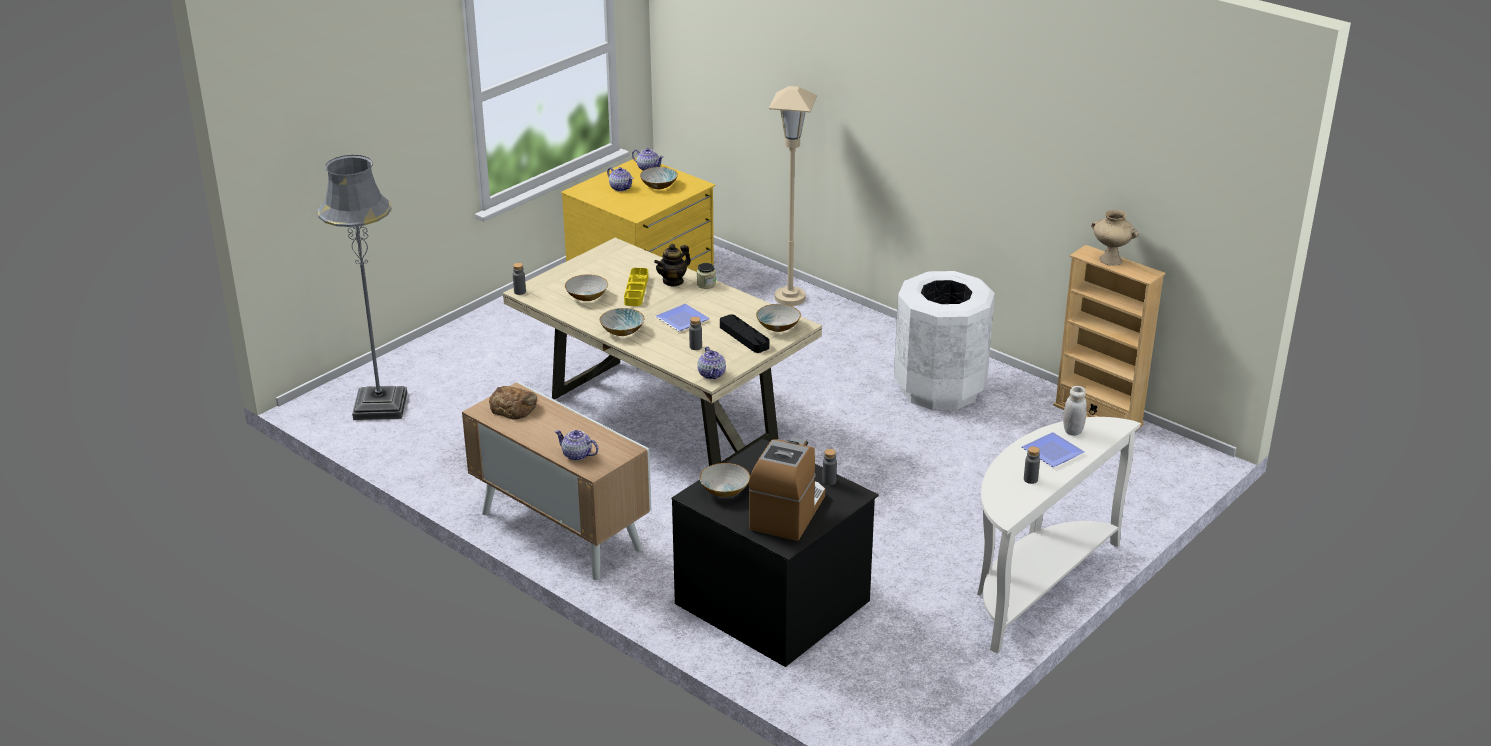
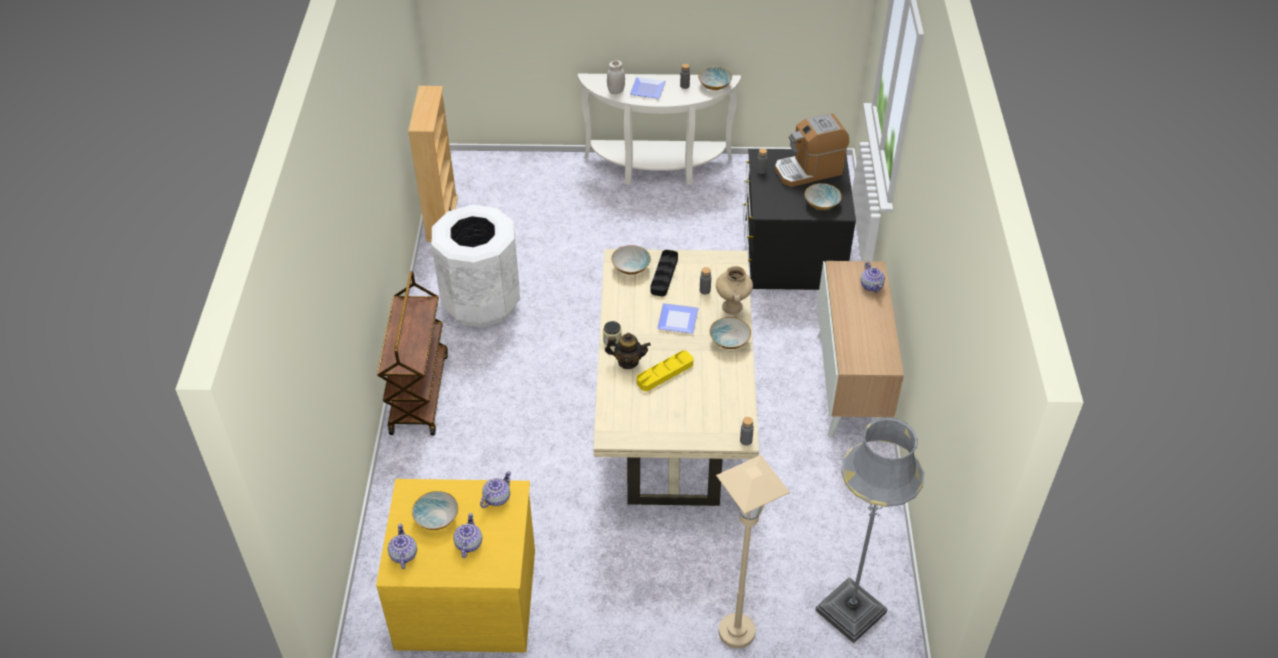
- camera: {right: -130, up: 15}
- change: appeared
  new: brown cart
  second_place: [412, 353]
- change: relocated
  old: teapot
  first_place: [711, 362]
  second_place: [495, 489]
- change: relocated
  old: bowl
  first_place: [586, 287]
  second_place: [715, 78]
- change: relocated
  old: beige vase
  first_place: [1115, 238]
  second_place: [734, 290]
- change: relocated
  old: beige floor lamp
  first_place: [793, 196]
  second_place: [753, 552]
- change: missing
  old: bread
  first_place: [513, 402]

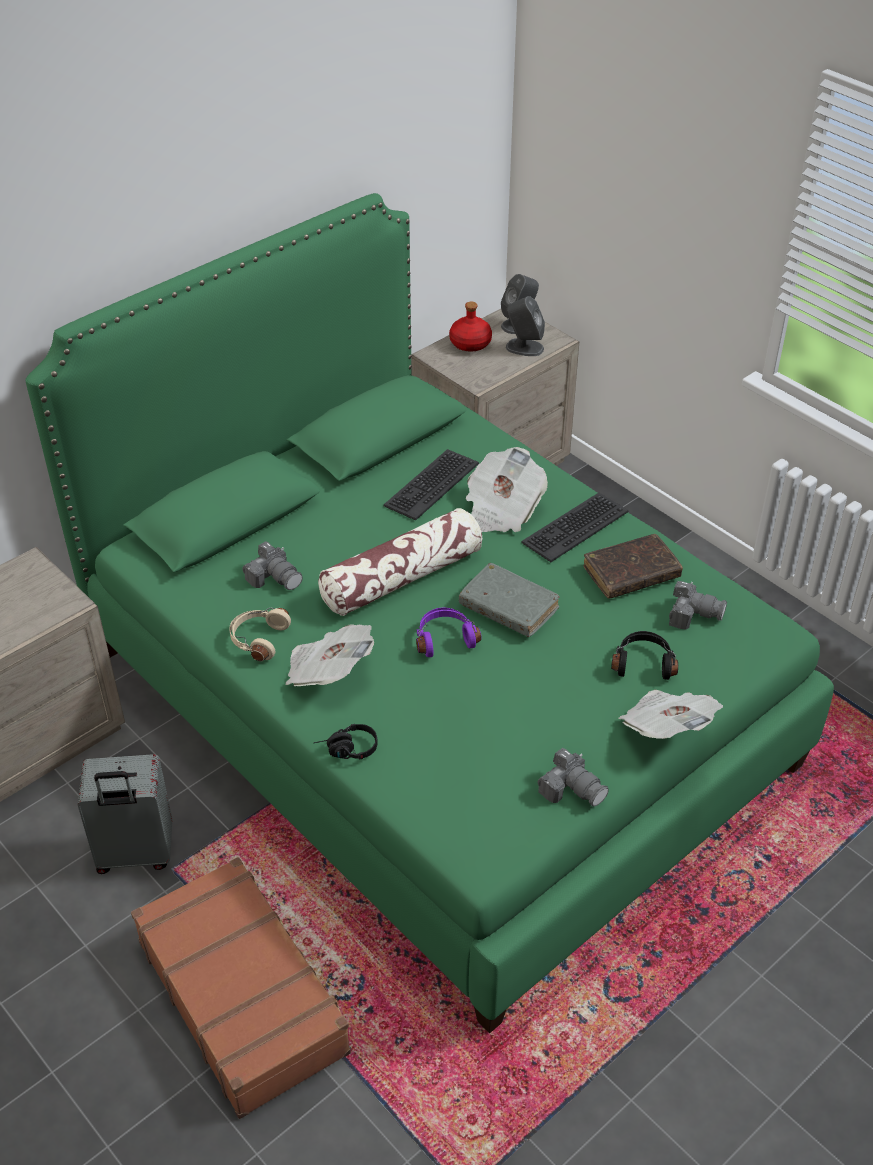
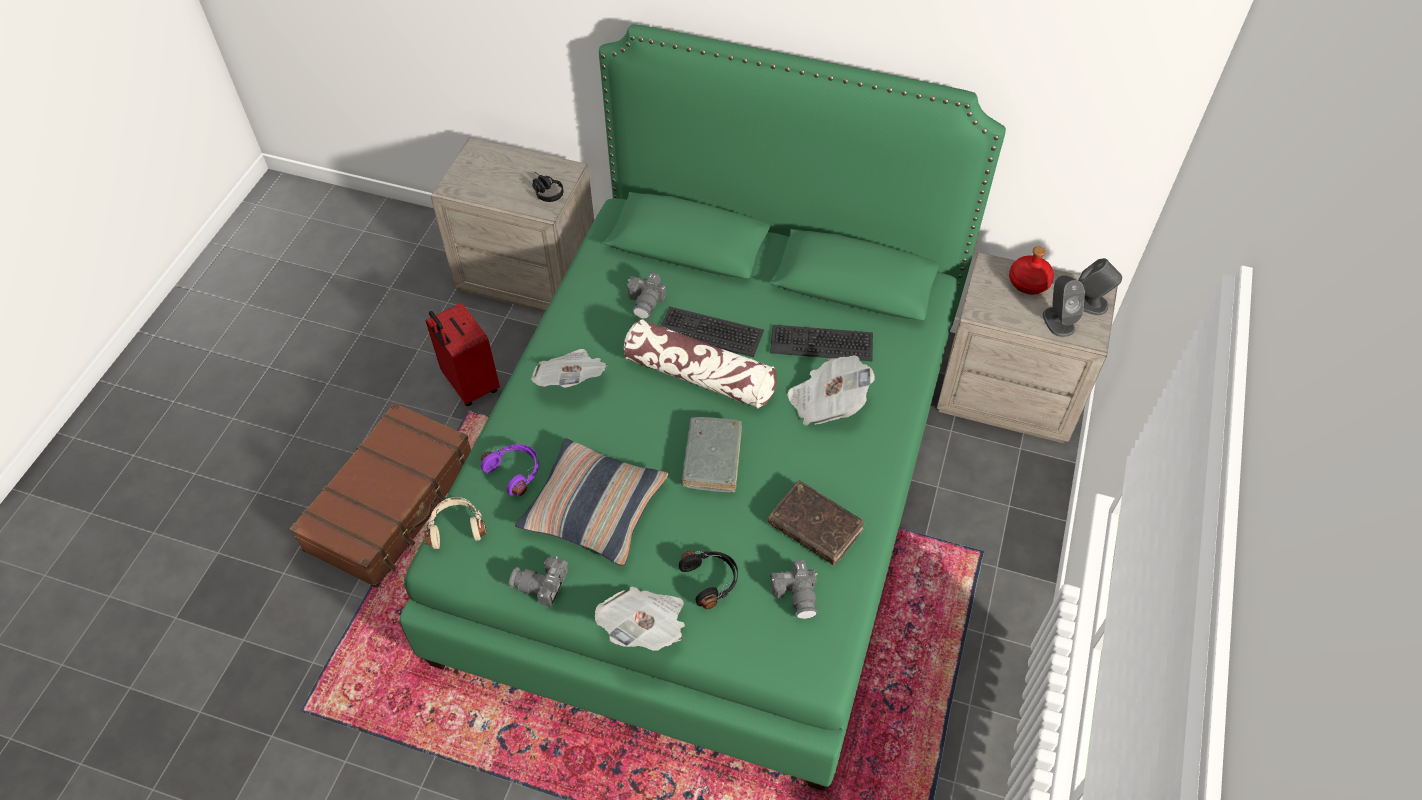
- camera: {right: 60, up: 10}
- change: relocated
  old: beige headphones
  first_place: [260, 634]
  second_place: [455, 523]
- change: colour
  old: grey suitcase
  new: red suitcase
  first_place: [125, 814]
  second_place: [462, 354]
- change: relocated
  old: purple headphones
  first_place: [448, 632]
  second_place: [510, 470]
- change: spun
  old: photo camera
  first_place: [573, 777]
  second_place: [538, 581]
  degrees: 90
- change: appeared
  new: pillow
  second_place: [591, 502]
- change: relocated
  old: black headphones
  first_place: [345, 741]
  second_place: [547, 187]
- change: relocated
  old: keyboard
  first_place: [575, 527]
  second_place: [712, 332]

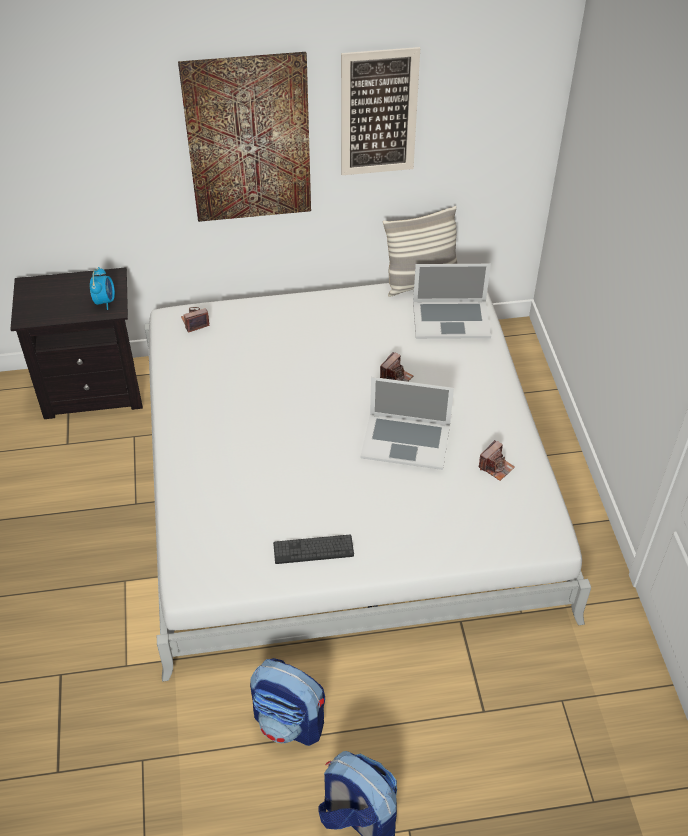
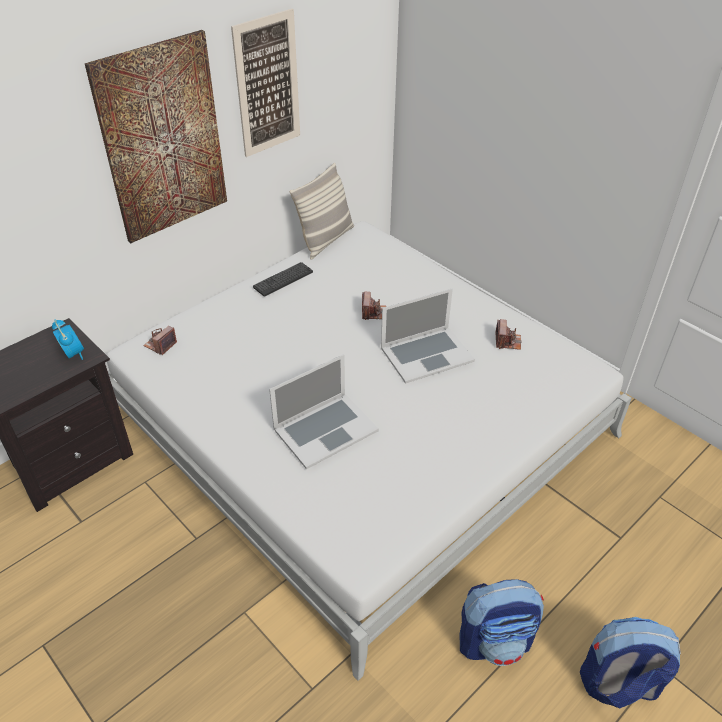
- camera: {right: -35, up: -5}
- change: relocated
  old: keyboard
  first_place: [313, 549]
  second_place: [283, 279]
- change: relocated
  old: laptop
  first_place: [452, 301]
  second_place: [324, 411]

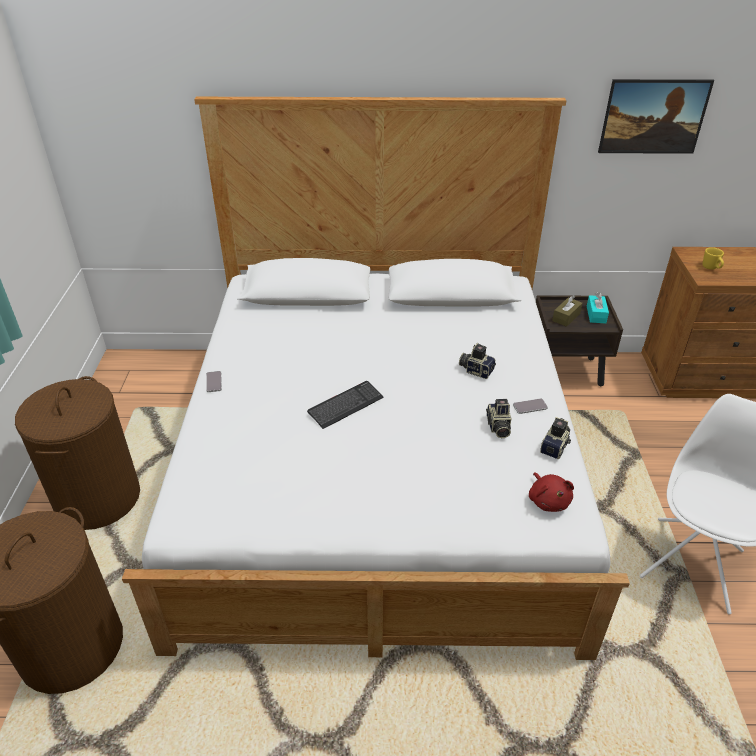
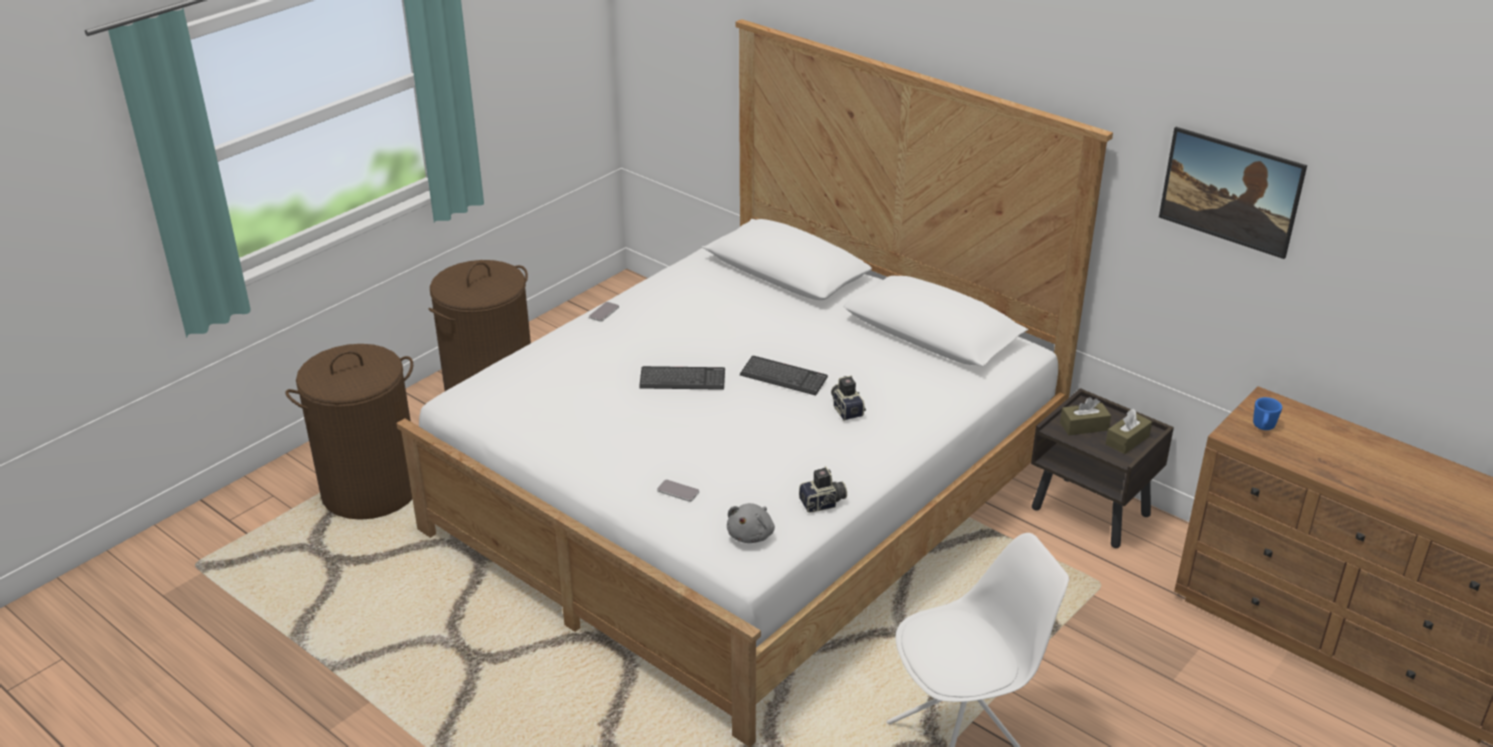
- camera: {right: 40, up: -5}
- change: relocated
  old: phone
  first_place: [530, 406]
  second_place: [678, 490]
- change: colour
  old: red plush toy
  new: grey plush toy
  first_place: [551, 492]
  second_place: [751, 523]
- change: appeared
  new: keyboard
  second_place: [784, 376]
- change: colour
  old: turquoise tissue box
  new: brown tissue box
  first_place: [598, 307]
  second_place: [1129, 431]
- change: colour
  old: yellow mug
  new: blue mug
  first_place: [713, 258]
  second_place: [1267, 413]
- change: missing
  old: photo camera
  first_place: [498, 418]

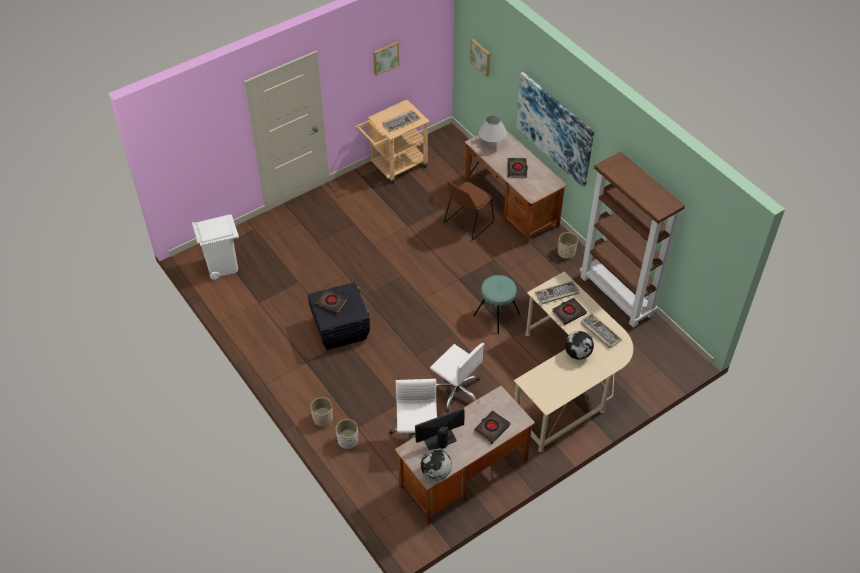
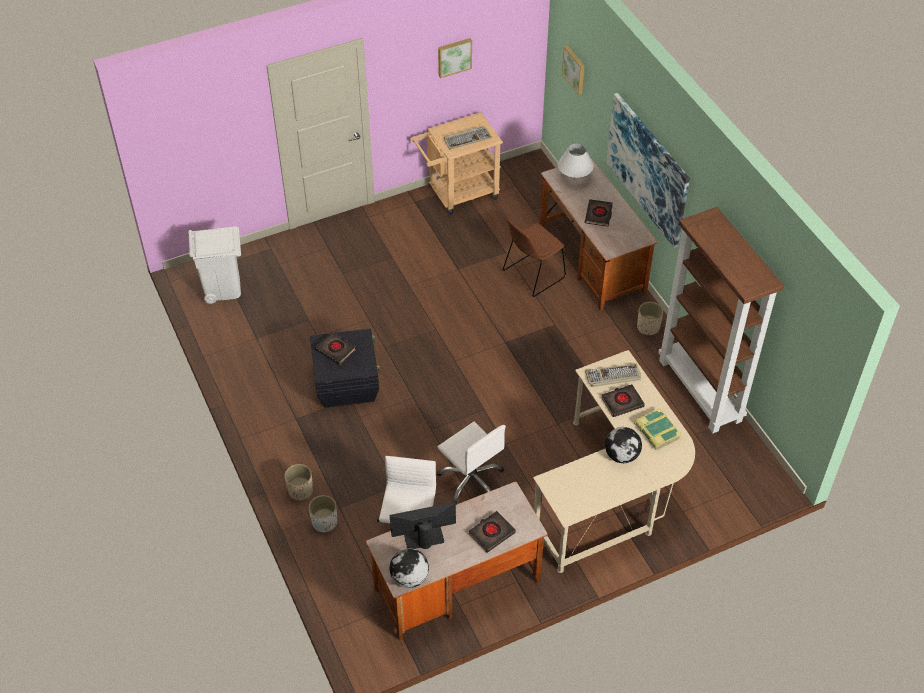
- camera: {right: 10, up: 0}
- change: exchanged
  old: keyboard
  new: book
  first_place: [601, 331]
  second_place: [658, 429]
- change: missing
  old: turquoise stool
  first_place: [497, 304]

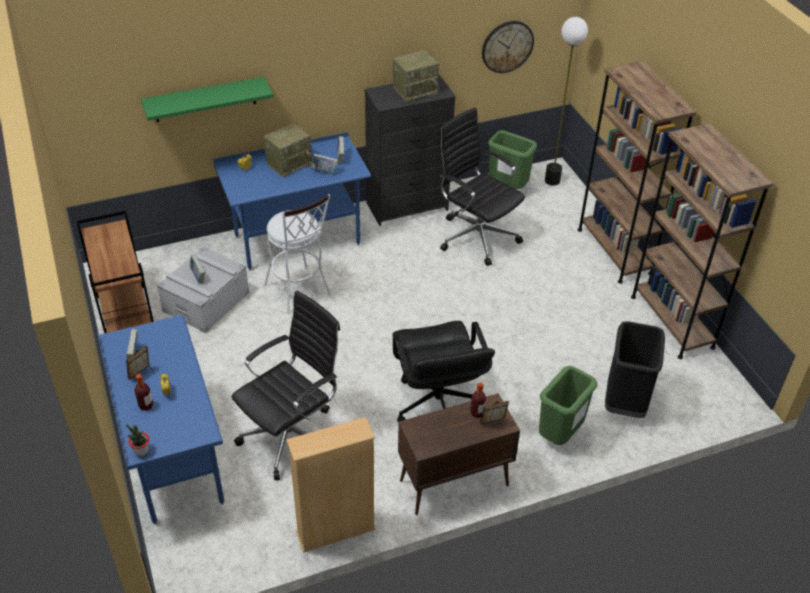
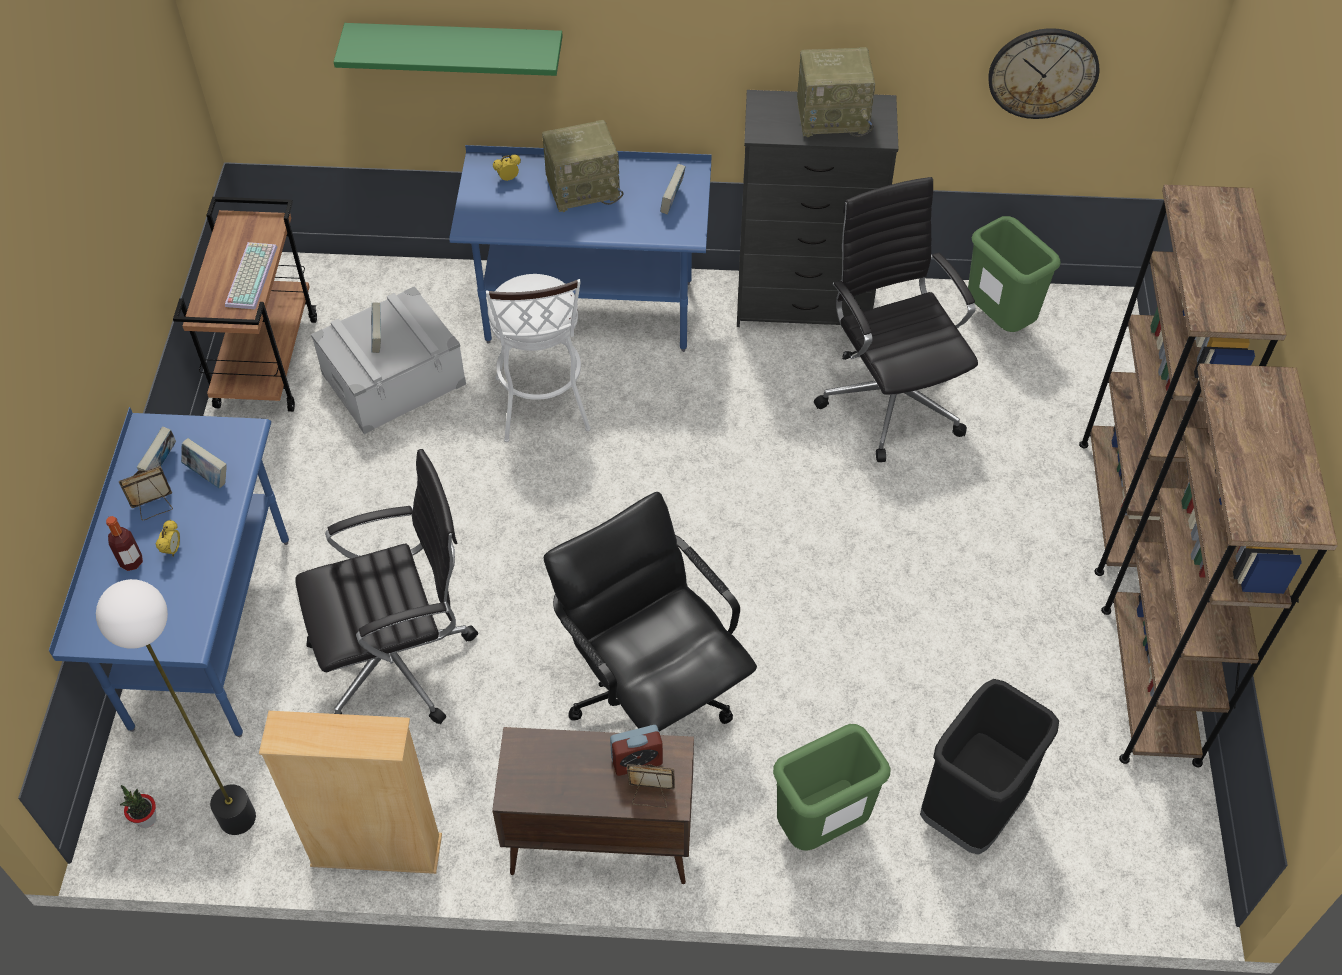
- camera: {right: 25, up: 10}
- change: relocated
  old: floor lamp
  first_place: [566, 101]
  second_place: [176, 707]
- change: relocated
  old: potted plant
  first_place: [137, 440]
  second_place: [138, 806]
- change: relocated
  old: book
  first_place: [324, 164]
  second_place: [204, 463]
- change: appeared
  new: keyboard
  second_place: [251, 275]
- change: spun
  old: black office chair
  first_place: [443, 371]
  second_place: [650, 612]
  degrees: 135
- change: exchanged
  old: bottle
  new: alarm clock
  first_place: [478, 400]
  second_place: [636, 750]

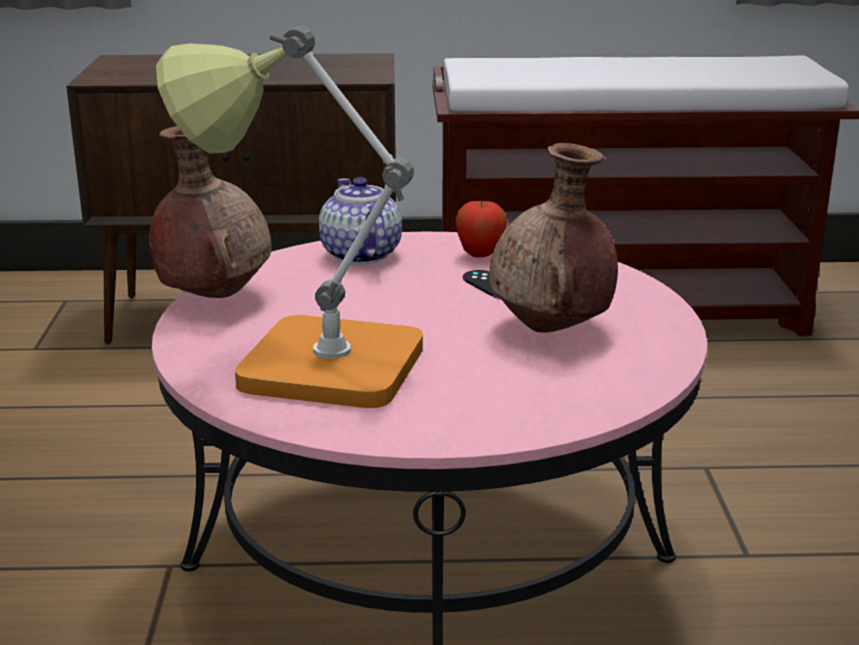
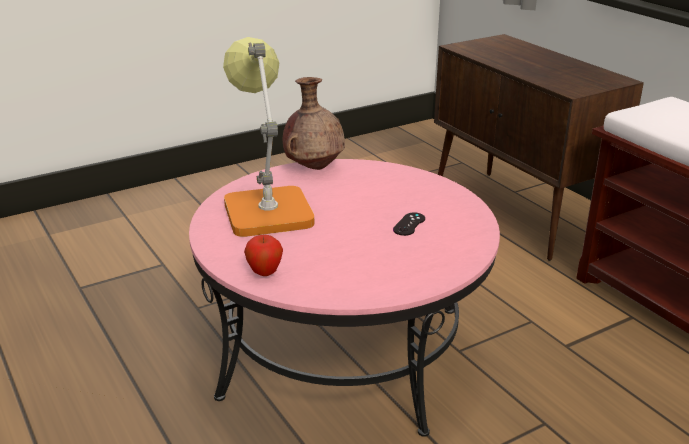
- camera: {right: 60, up: 5}
- change: relocated
  old: apple
  first_place: [481, 228]
  second_place: [263, 255]
- change: missing
  old: teapot
  first_place: [360, 221]
- change: missing
  old: brown vase
  first_place: [553, 238]

